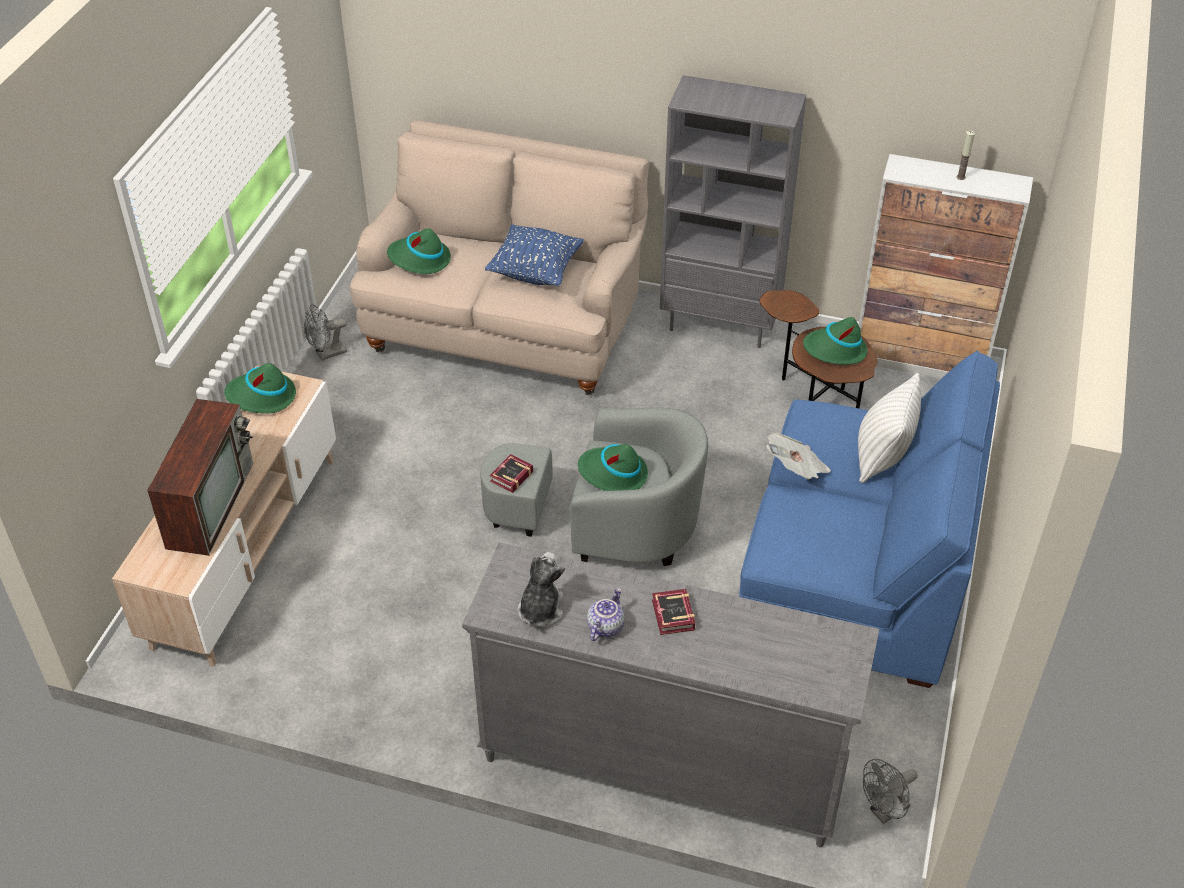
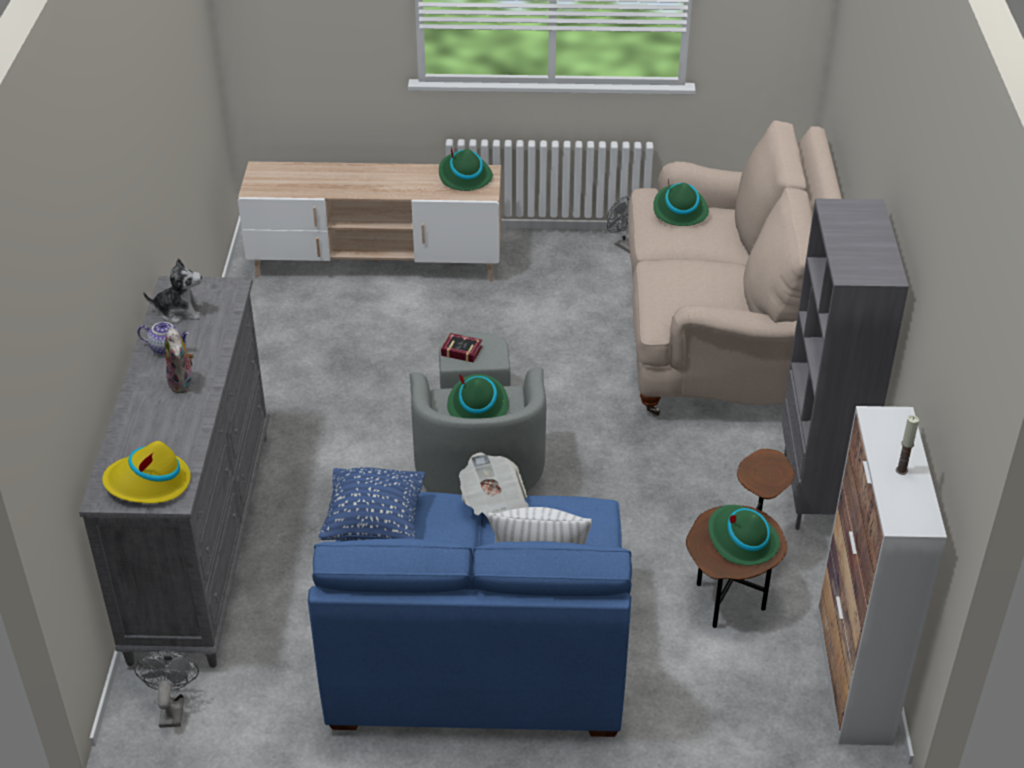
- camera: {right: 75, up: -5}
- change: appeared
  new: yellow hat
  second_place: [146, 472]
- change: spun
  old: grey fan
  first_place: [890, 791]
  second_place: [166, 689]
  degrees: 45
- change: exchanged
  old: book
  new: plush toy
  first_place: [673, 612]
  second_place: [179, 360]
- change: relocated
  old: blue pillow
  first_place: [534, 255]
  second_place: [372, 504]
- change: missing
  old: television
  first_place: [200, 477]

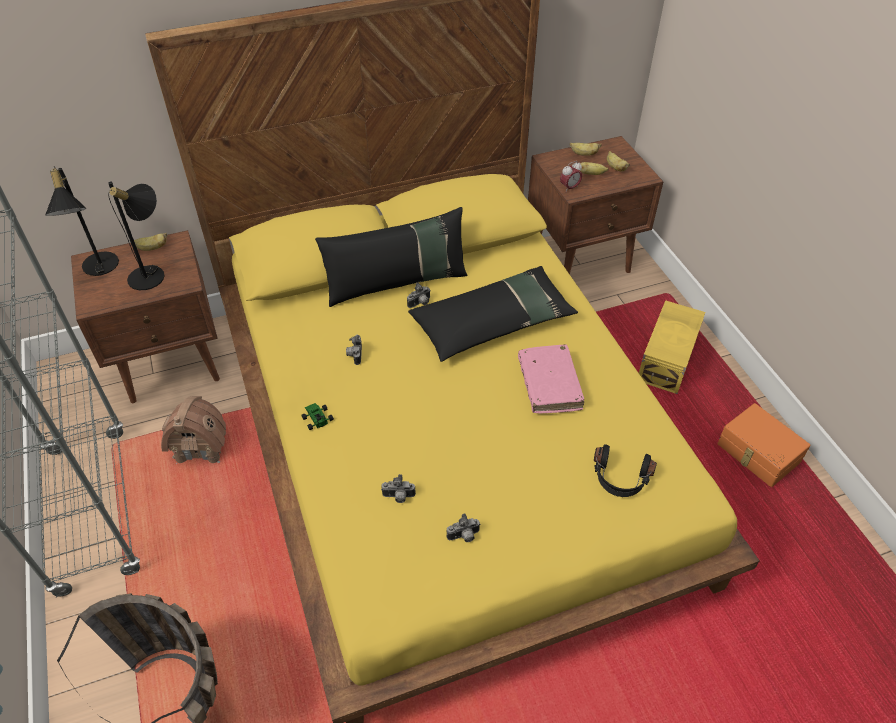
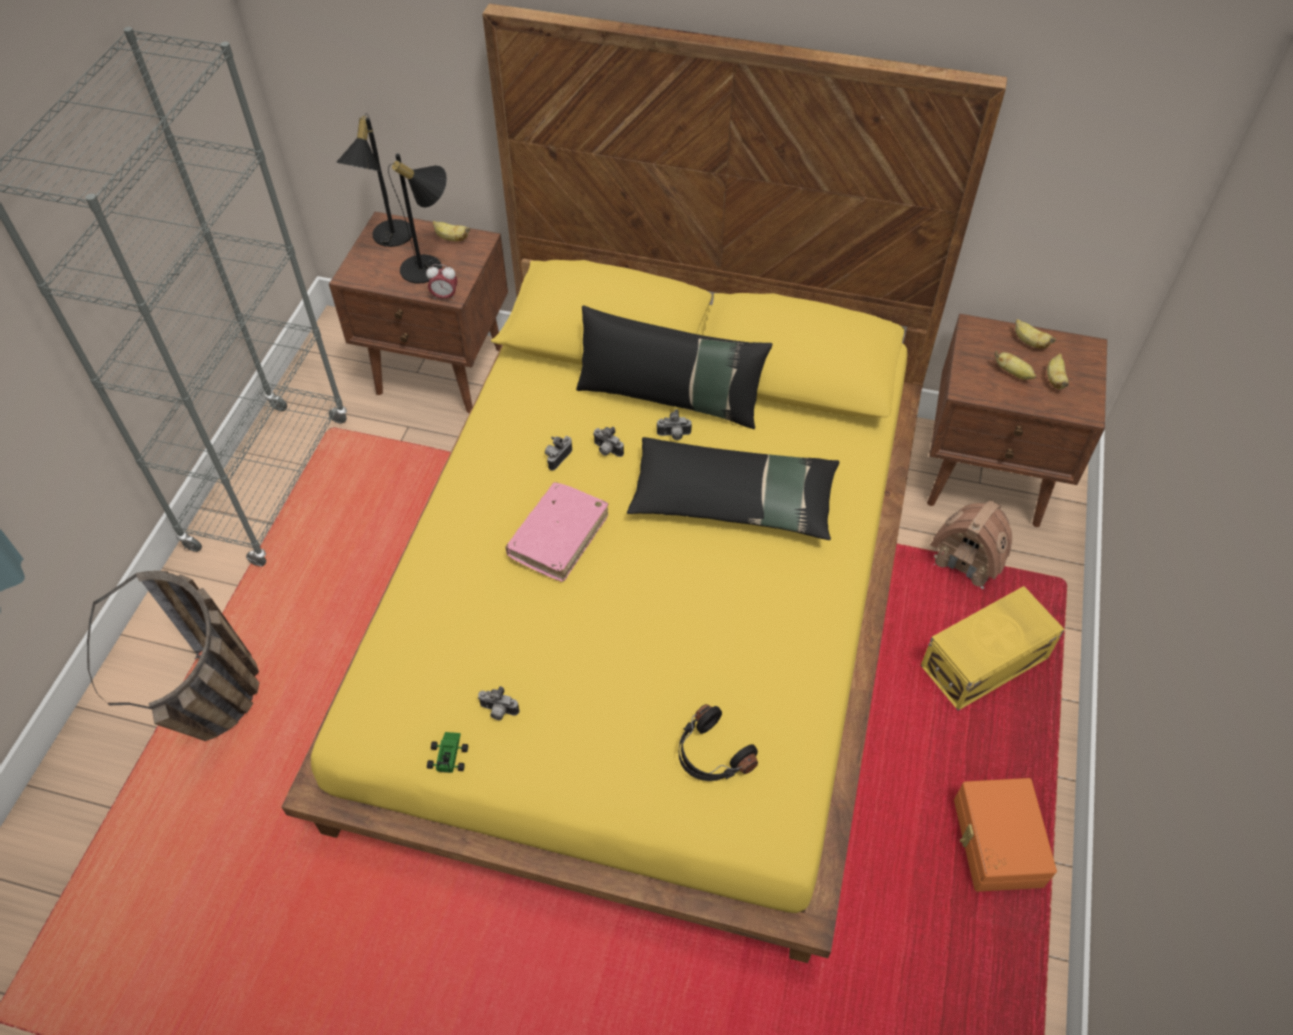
- camera: {right: 35, up: 5}
- change: relocated
  old: alarm clock
  first_place: [571, 176]
  second_place: [441, 282]
- change: relocated
  old: toy car
  first_place: [317, 416]
  second_place: [447, 752]
- change: relocated
  old: pink book
  first_place: [551, 378]
  second_place: [556, 532]
- change: relocated
  old: photo camera
  first_place: [398, 488]
  second_place: [608, 442]
- change: relocated
  old: toy house
  first_place: [193, 430]
  second_place: [971, 544]

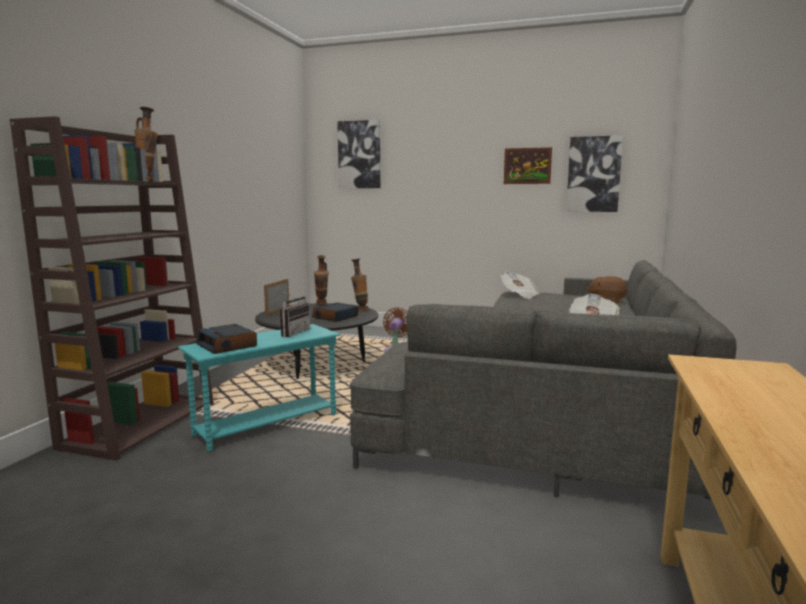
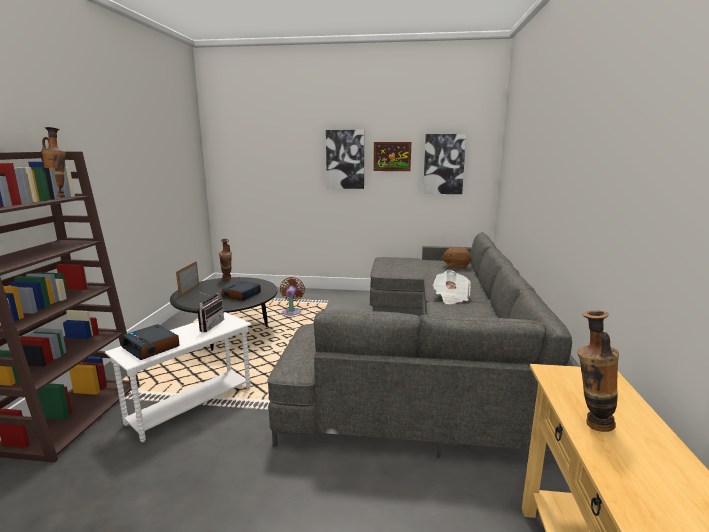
- camera: {right: -10, up: 5}
- change: colour
  old: turquoise side table
  new: white side table
  first_place: [259, 388]
  second_place: [178, 377]
- change: relocated
  old: picture
  first_place: [358, 154]
  second_place: [345, 159]
- change: relocated
  old: vase
  first_place: [360, 285]
  second_place: [598, 371]
- change: missing
  old: newspaper
  first_place: [520, 285]

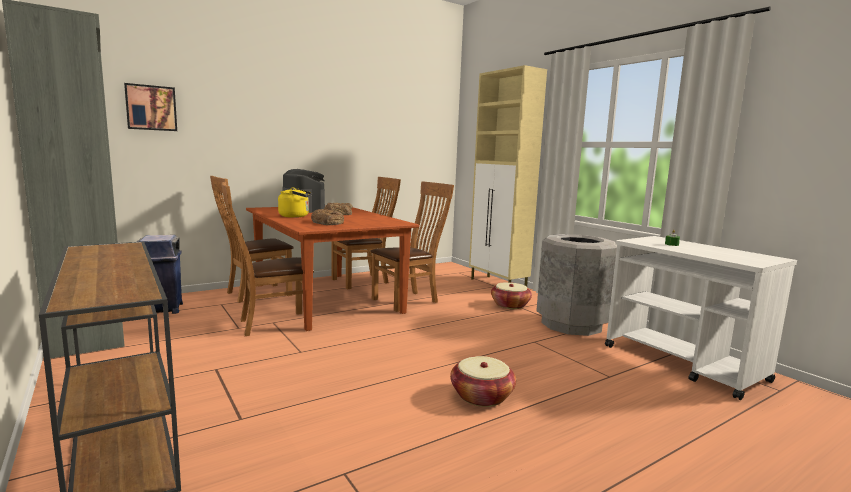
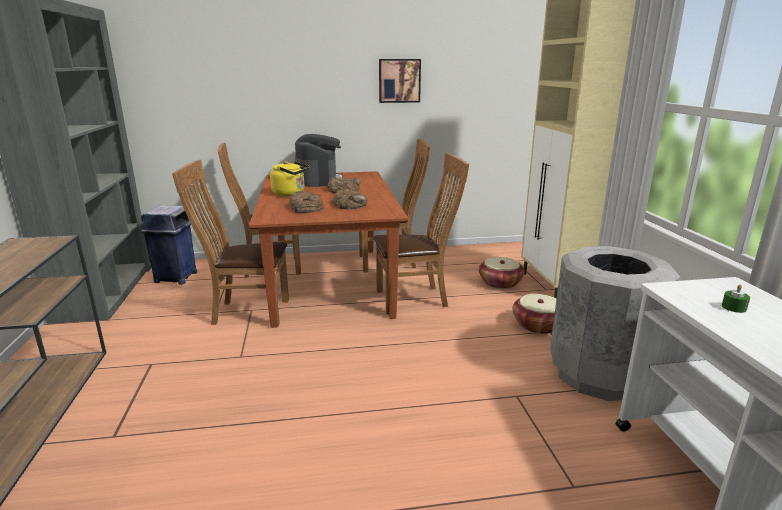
- camera: {right: 25, up: 10}
- change: appeared
  new: bread
  second_place: [350, 199]
- change: relocated
  old: picture
  first_place: [150, 107]
  second_place: [400, 81]
- change: relocated
  old: basket
  first_place: [483, 381]
  second_place: [501, 273]

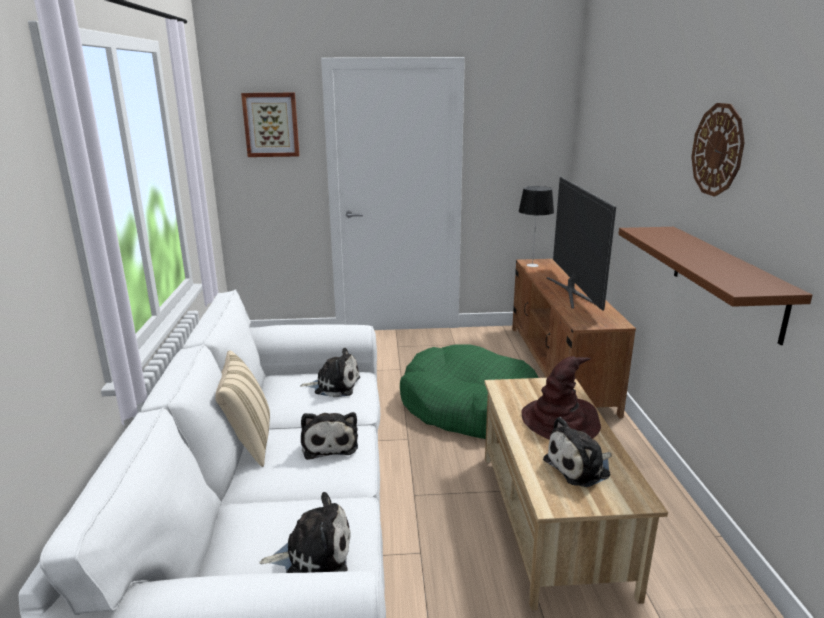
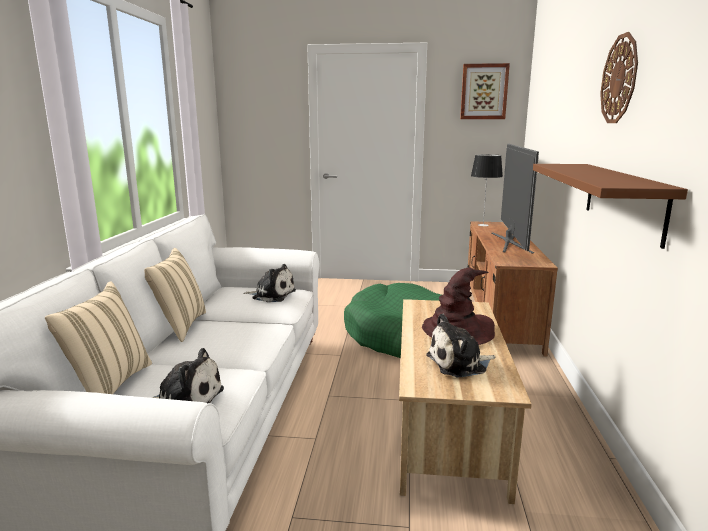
- camera: {right: 10, up: -5}
- change: appeared
  new: beige pillow
  second_place: [98, 337]
- change: relocated
  old: picture
  first_place: [270, 125]
  second_place: [485, 91]
- change: missing
  old: plush toy
  first_place: [329, 436]

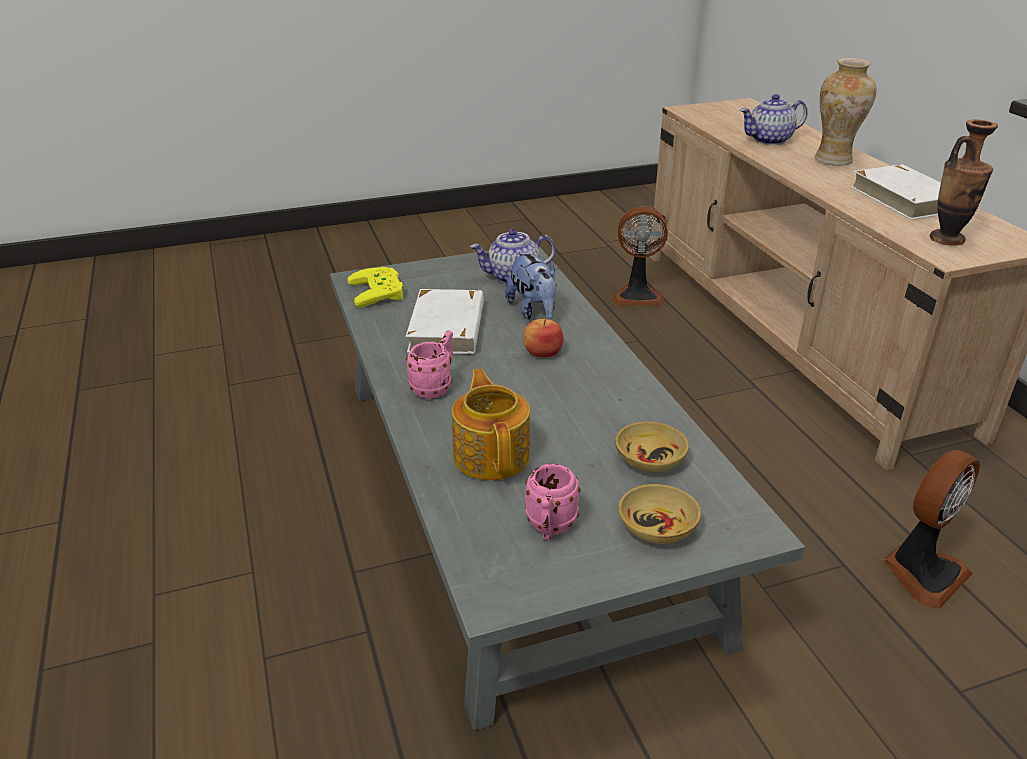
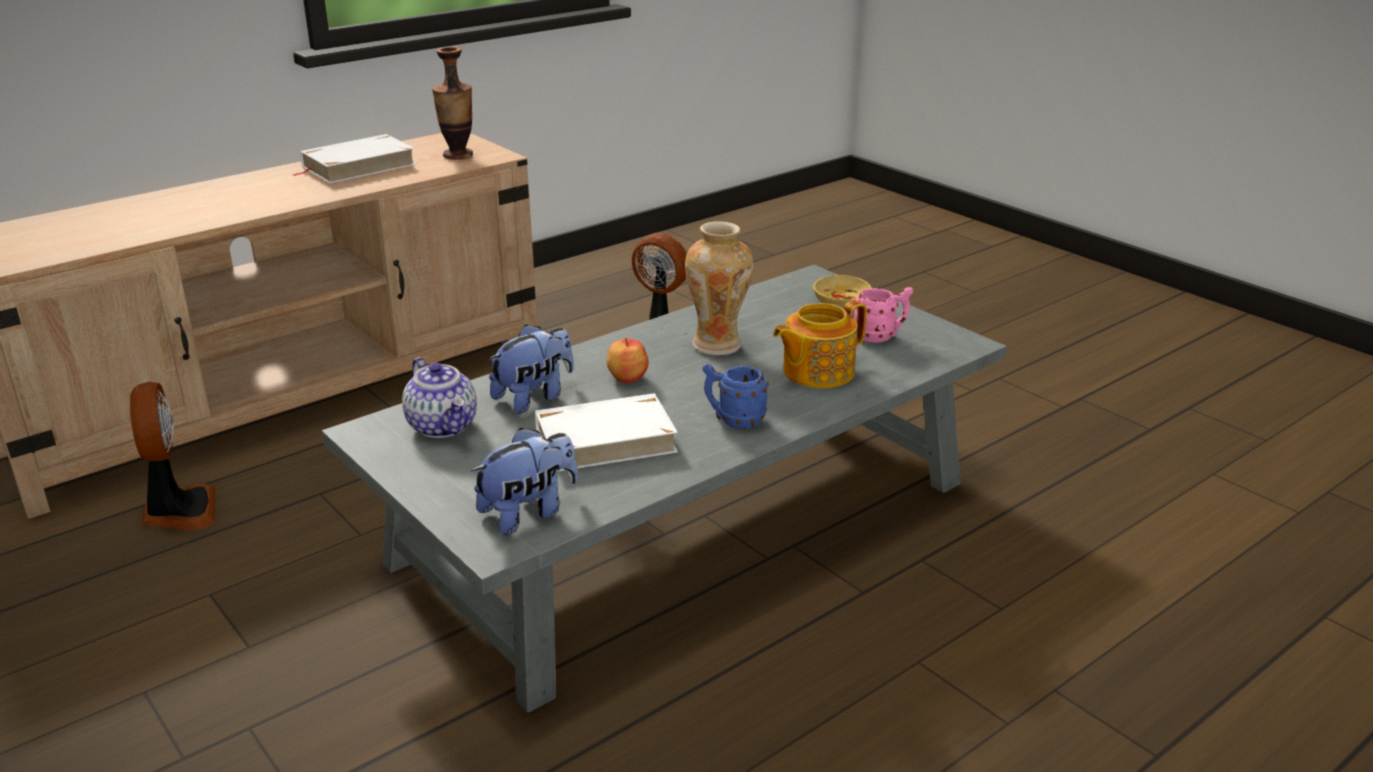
- camera: {right: -110, up: -5}
- change: exchanged
  old: yellow game controller
  new: plush toy
  first_place: [375, 287]
  second_place: [524, 481]
- change: relocated
  old: vase
  first_place: [846, 112]
  second_place: [719, 288]
- change: colour
  old: pink mug
  new: blue mug
  first_place: [429, 364]
  second_place: [735, 396]
- change: missing
  old: beige bowl
  first_place: [652, 447]
- change: missing
  old: teapot
  first_place: [774, 119]

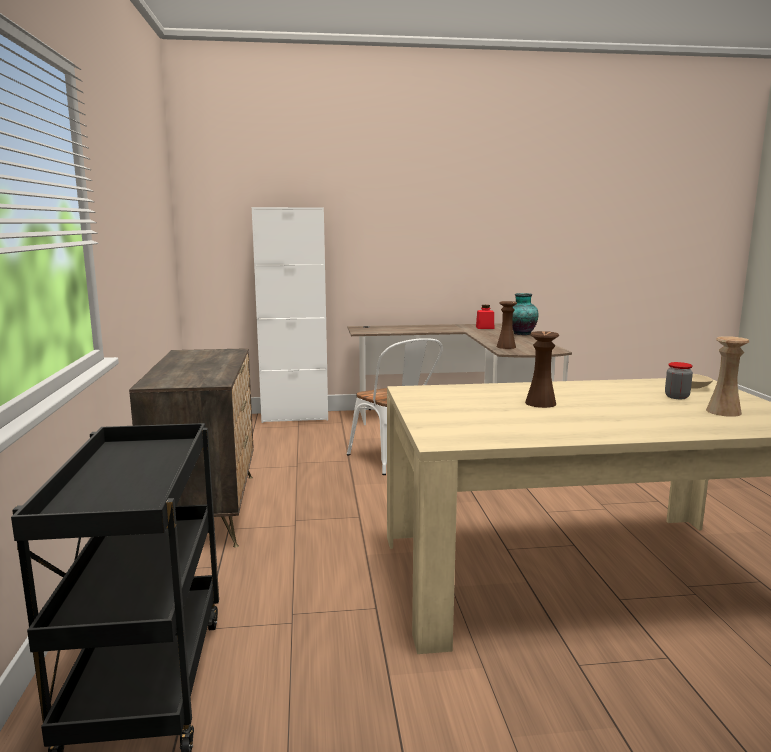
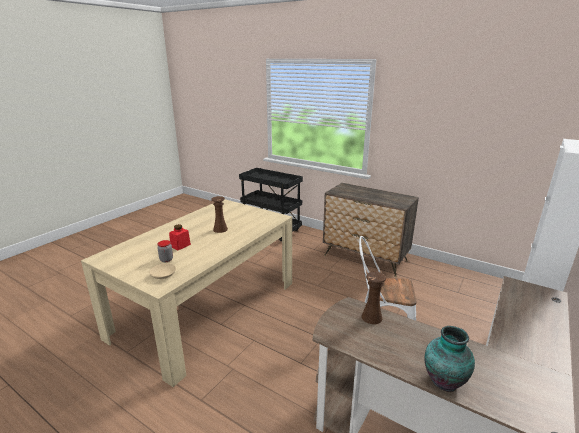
- camera: {right: 130, up: 10}
- change: relocated
  old: red jar
  first_place: [485, 317]
  second_place: [180, 237]
- change: missing
  old: beige vase
  first_place: [727, 376]

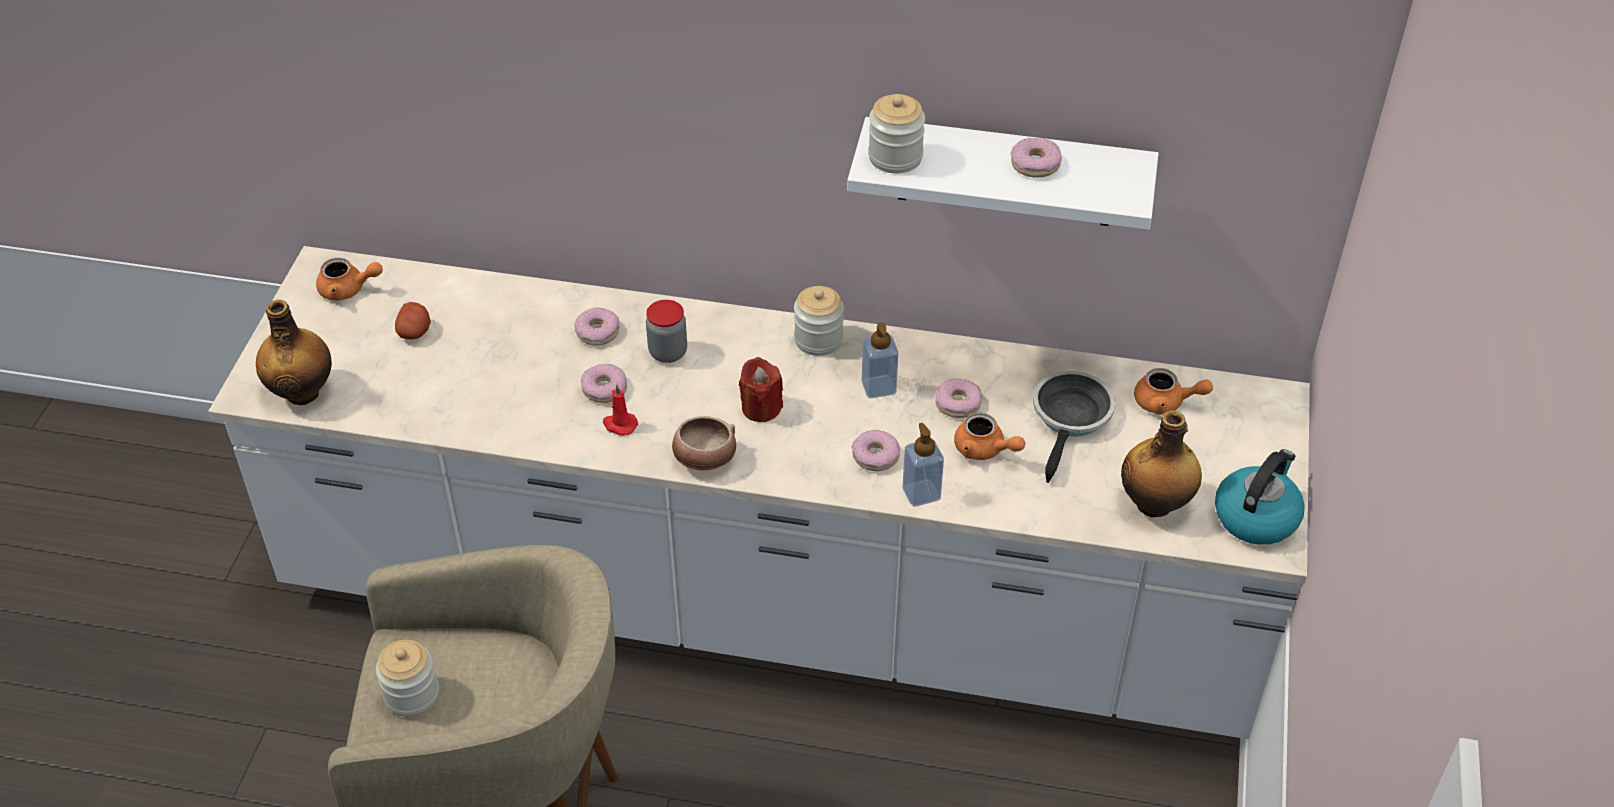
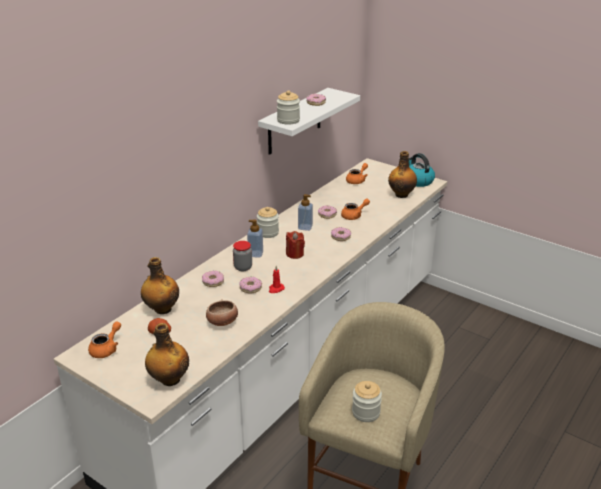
- camera: {right: -65, up: -15}
- change: appeared
  new: bottle
  second_place: [160, 285]
- change: relocated
  old: bowl
  first_place: [704, 443]
  second_place: [222, 312]
- change: relocated
  old: soap dispenser
  first_place: [923, 464]
  second_place: [255, 239]
- change: missing
  old: frying pan
  first_place: [1074, 427]

